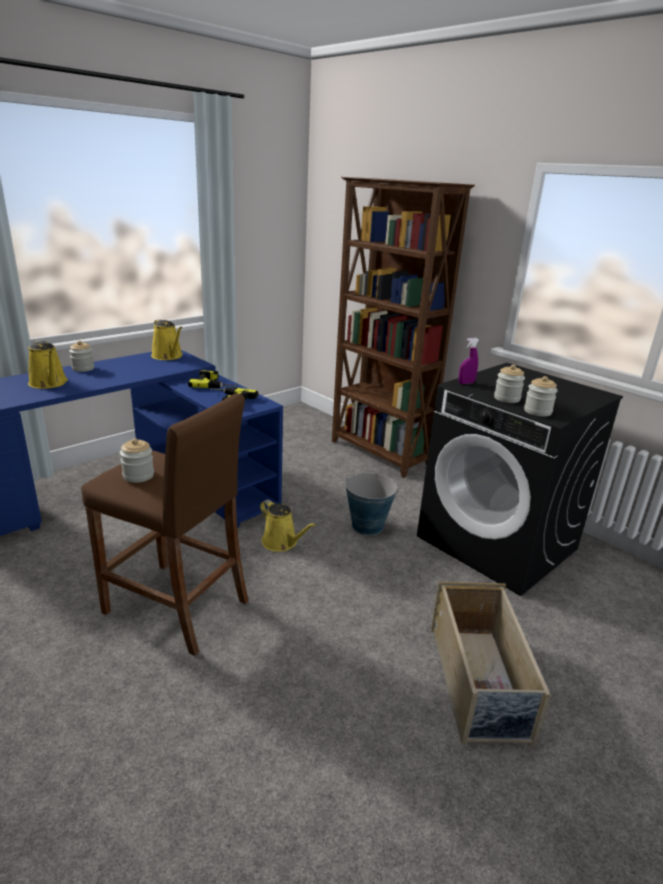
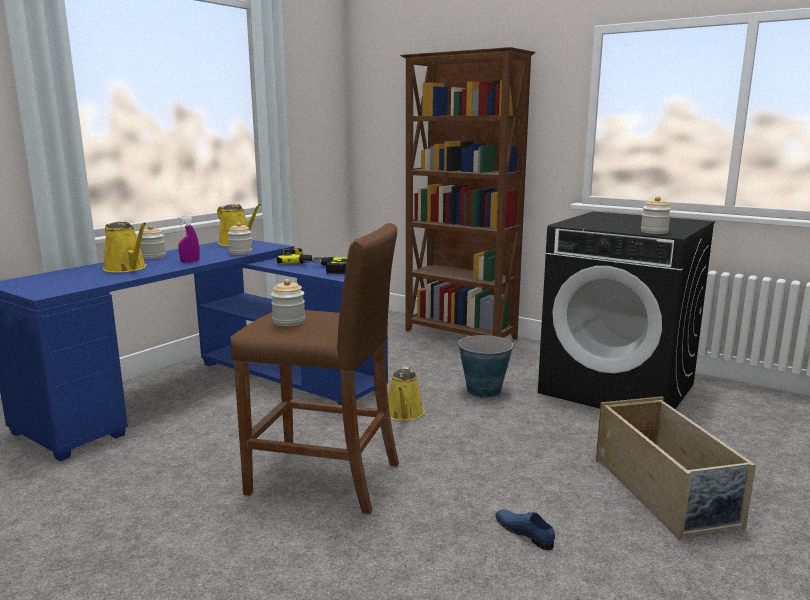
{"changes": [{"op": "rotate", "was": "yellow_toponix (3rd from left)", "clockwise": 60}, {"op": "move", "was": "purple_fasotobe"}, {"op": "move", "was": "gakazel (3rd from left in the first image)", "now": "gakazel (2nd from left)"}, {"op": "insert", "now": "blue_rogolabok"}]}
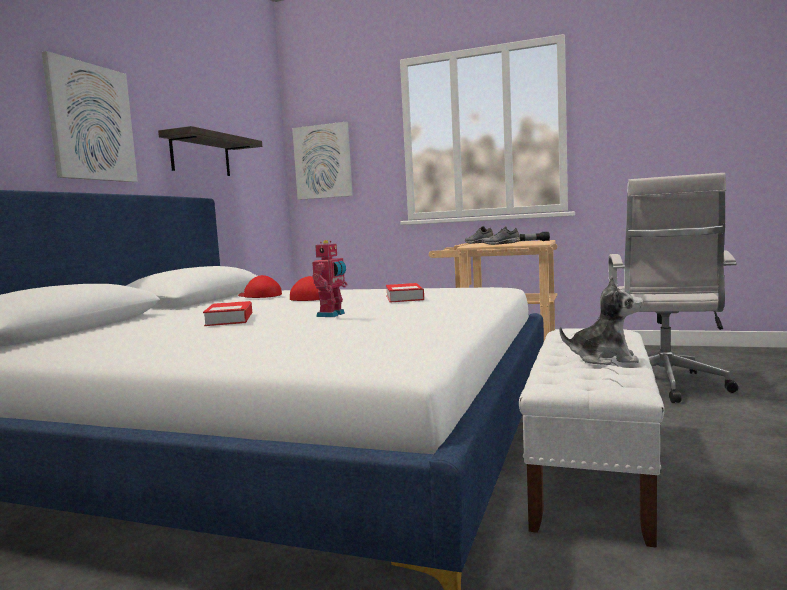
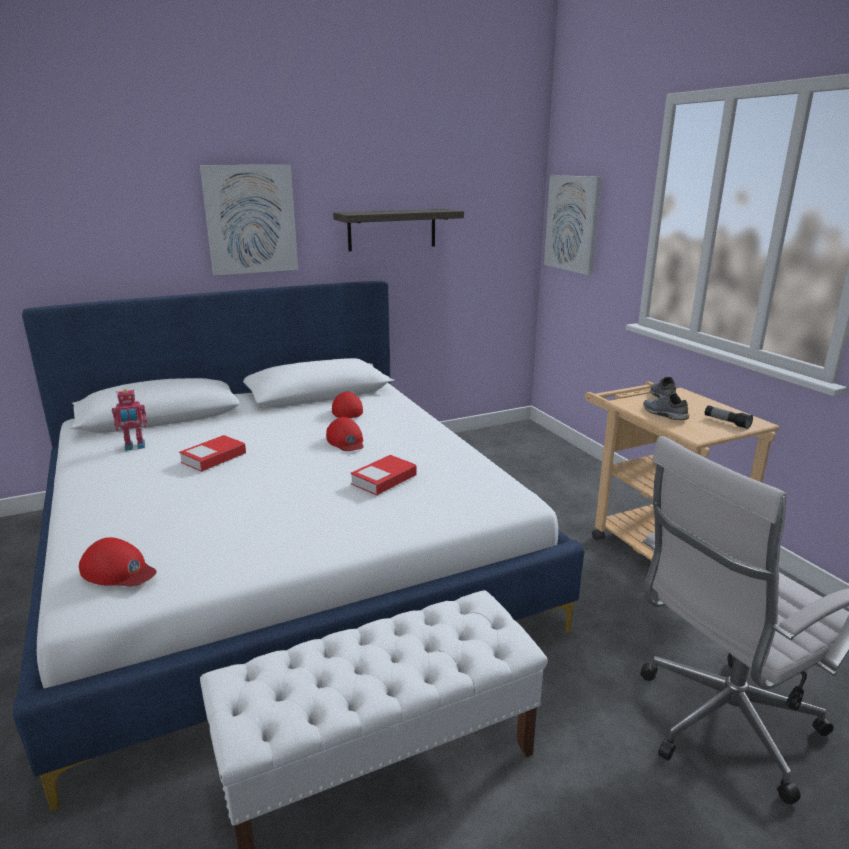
{"changes": [{"op": "move", "was": "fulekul"}, {"op": "delete", "was": "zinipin"}, {"op": "insert", "now": "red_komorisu (1st from left)"}]}
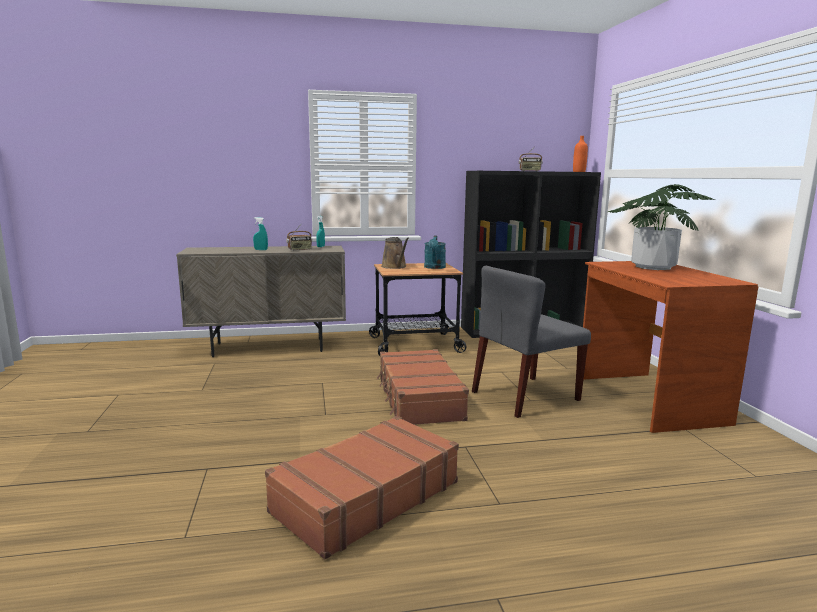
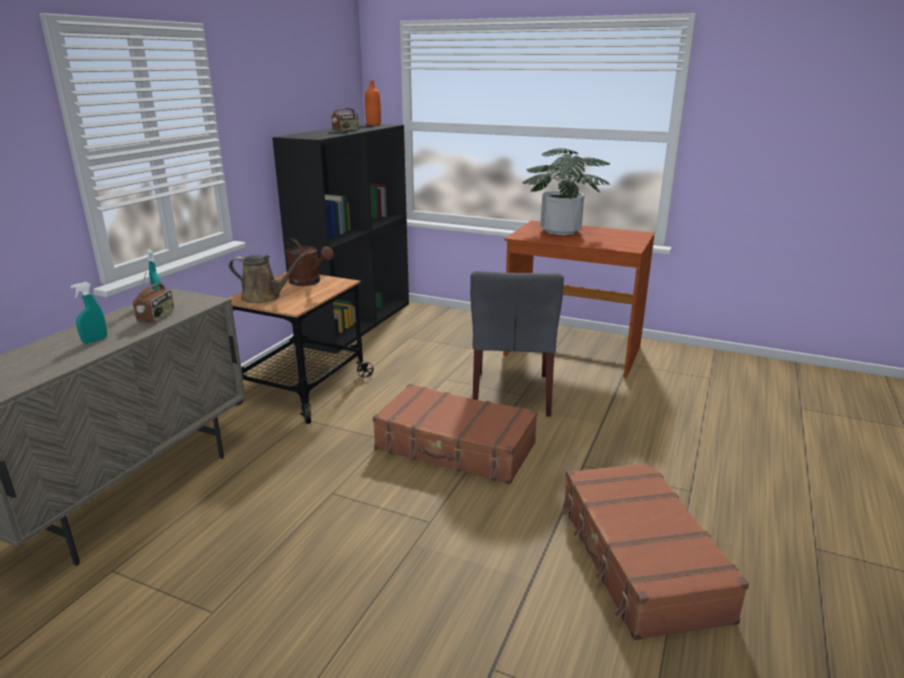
{"changes": [{"op": "recolor", "was": "turquoise_toponix", "now": "brown_toponix (2nd from left)"}]}
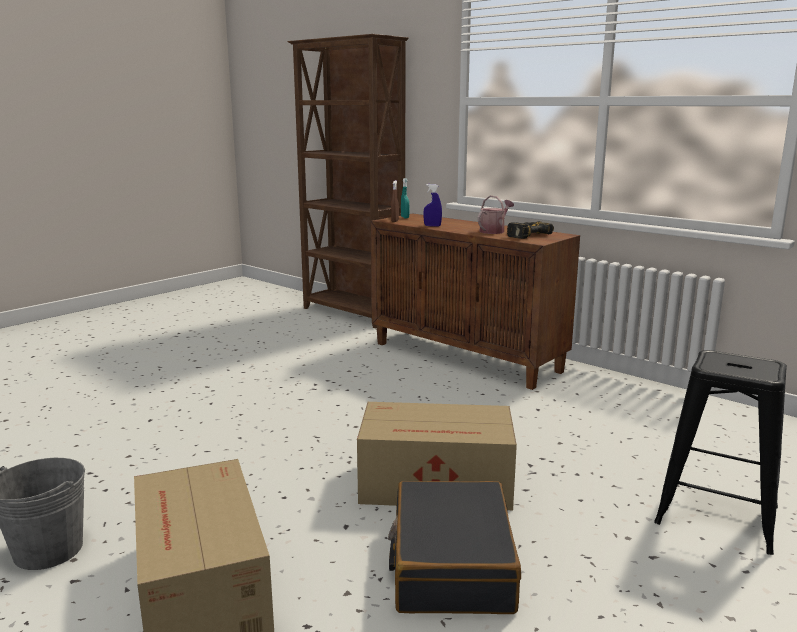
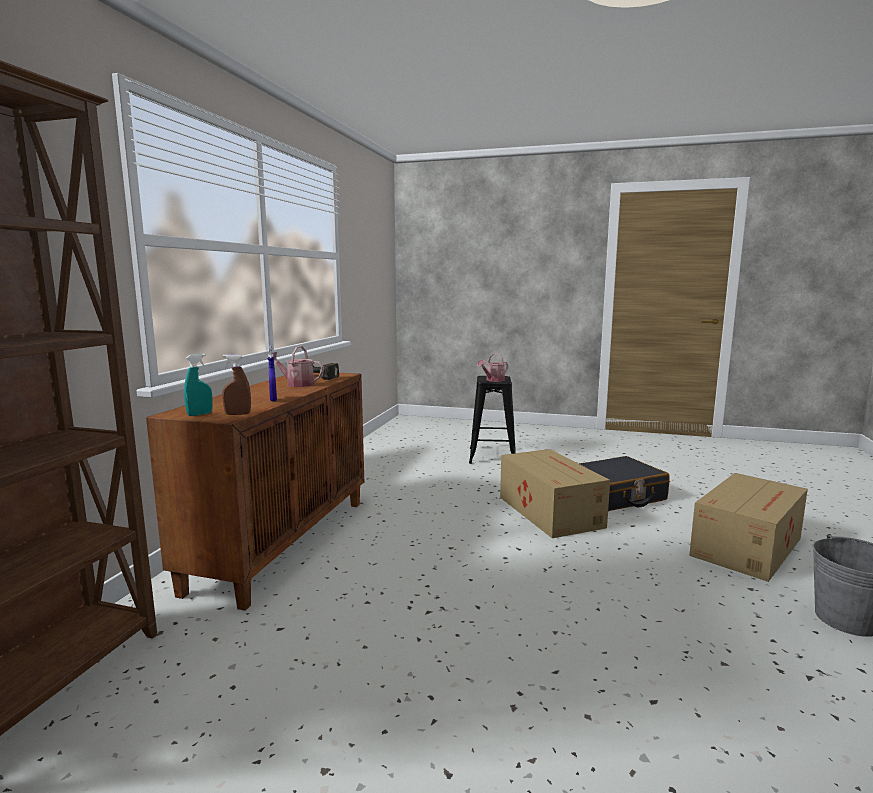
{"changes": [{"op": "insert", "now": "toponix (2nd from left)"}]}
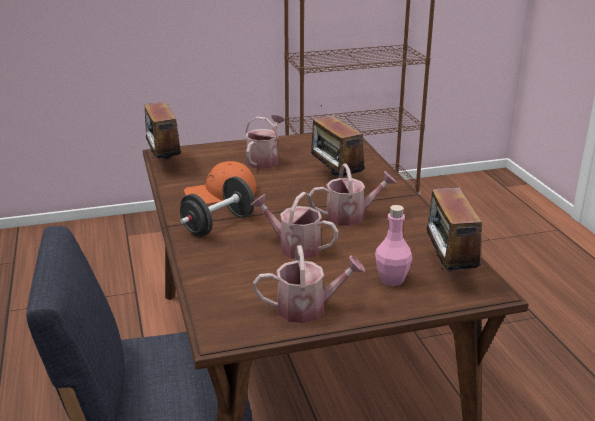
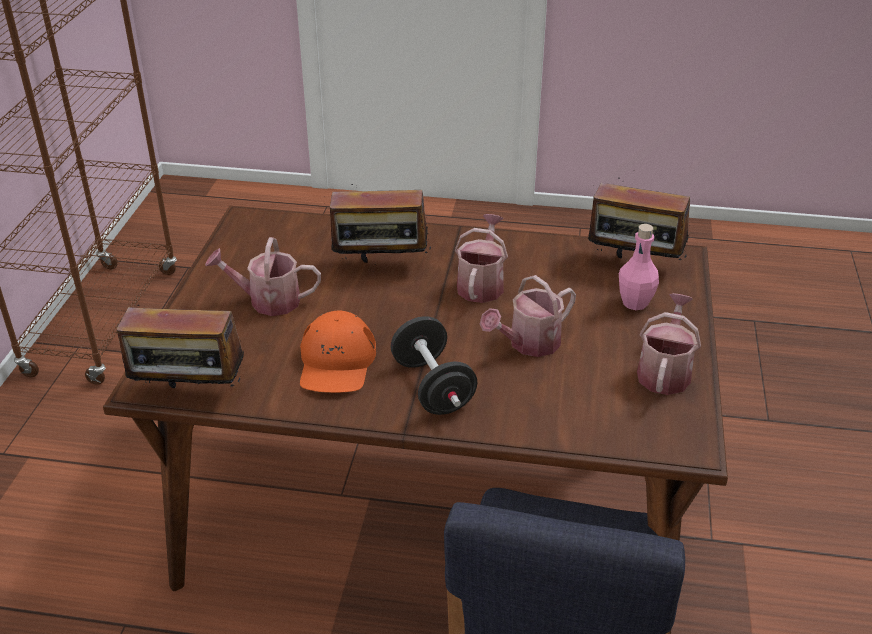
{"changes": [{"op": "rotate", "was": "toponix (1st from left)", "clockwise": -45}]}
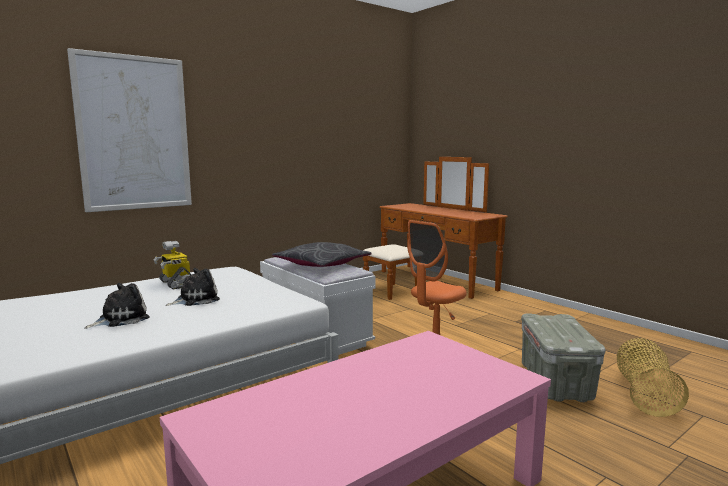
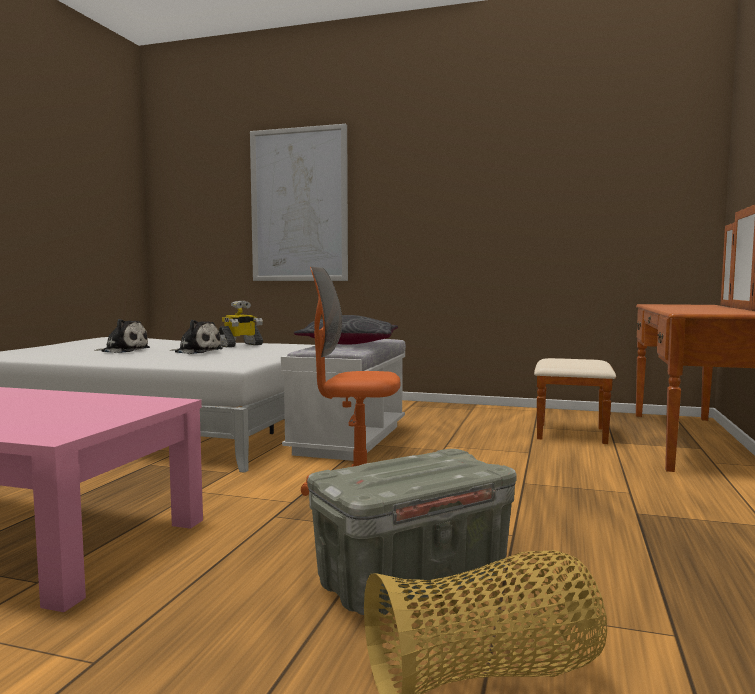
{"changes": [{"op": "rotate", "was": "fulekul", "clockwise": -150}]}
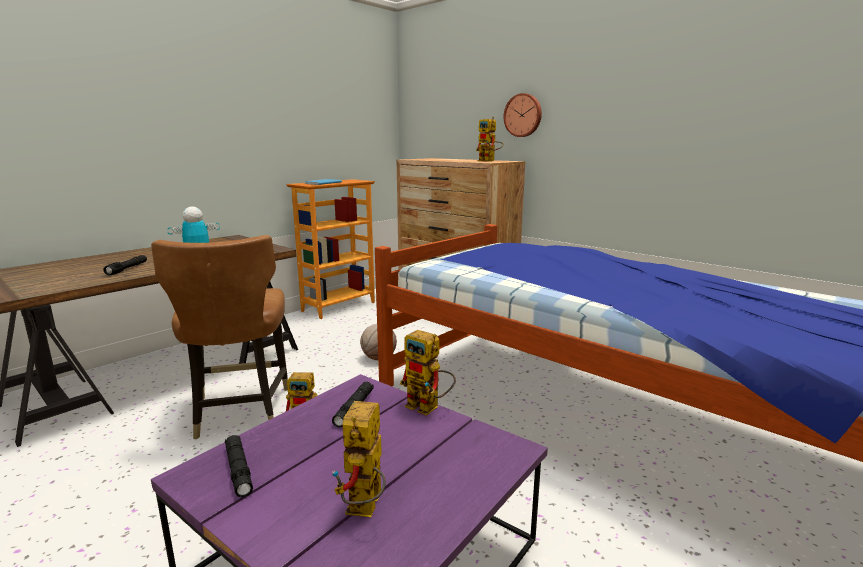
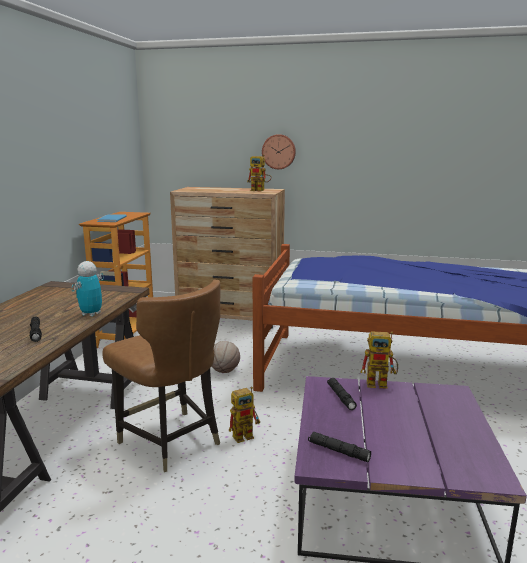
{"changes": [{"op": "delete", "was": "fulekul (3rd from left)"}]}
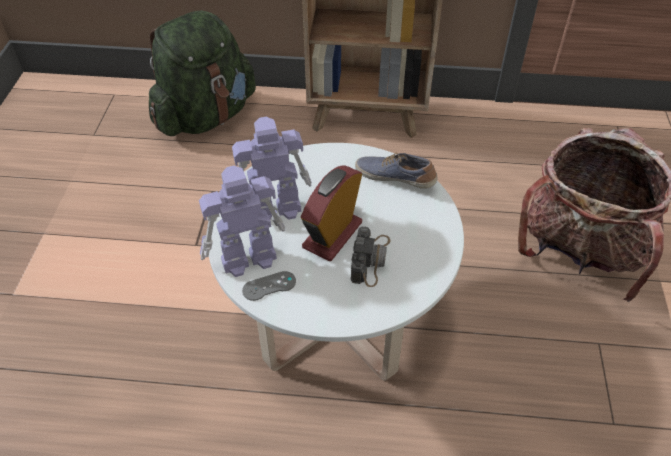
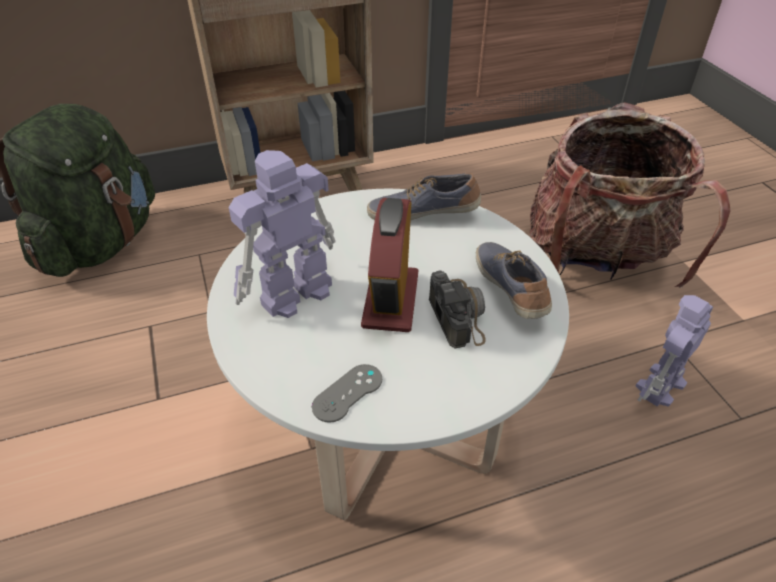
{"changes": [{"op": "move", "was": "fulekul (1st from left in the first image)", "now": "fulekul (2nd from left)"}, {"op": "insert", "now": "rogolabok (2nd from left)"}]}
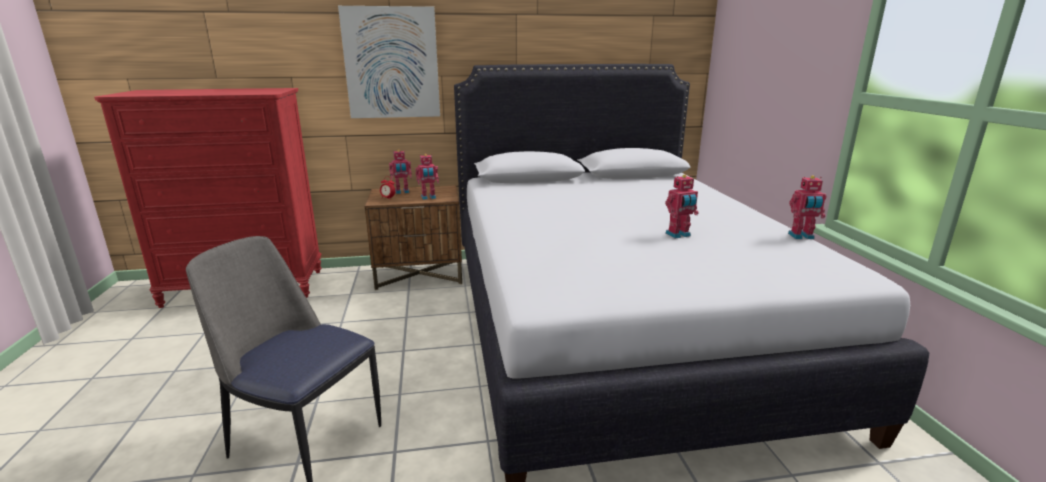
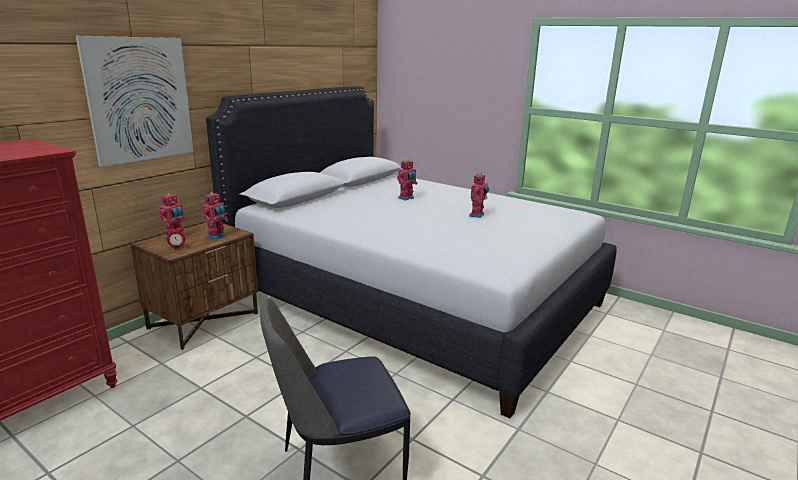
{"changes": [{"op": "move", "was": "fulekul (4th from left in the first image)", "now": "fulekul (3rd from left)"}]}
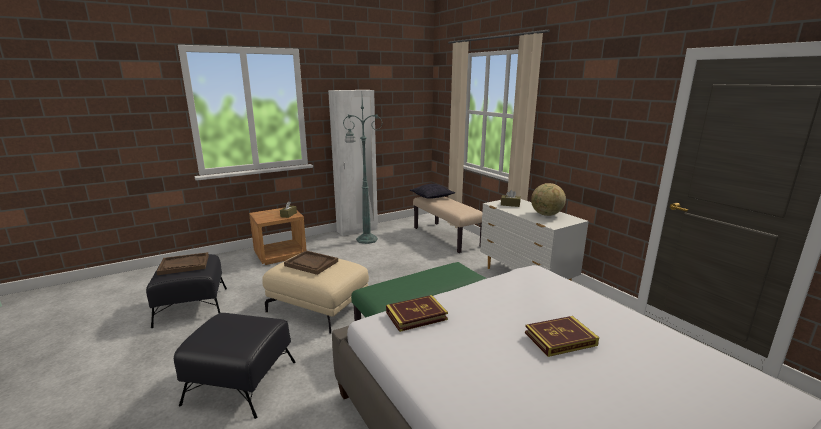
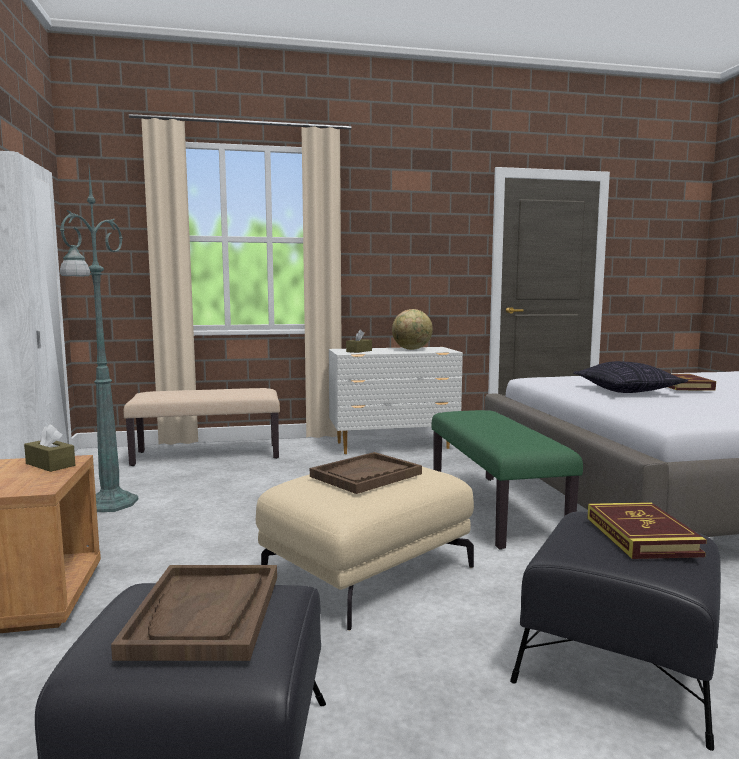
{"changes": [{"op": "move", "was": "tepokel (1st from left)"}, {"op": "move", "was": "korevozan"}]}
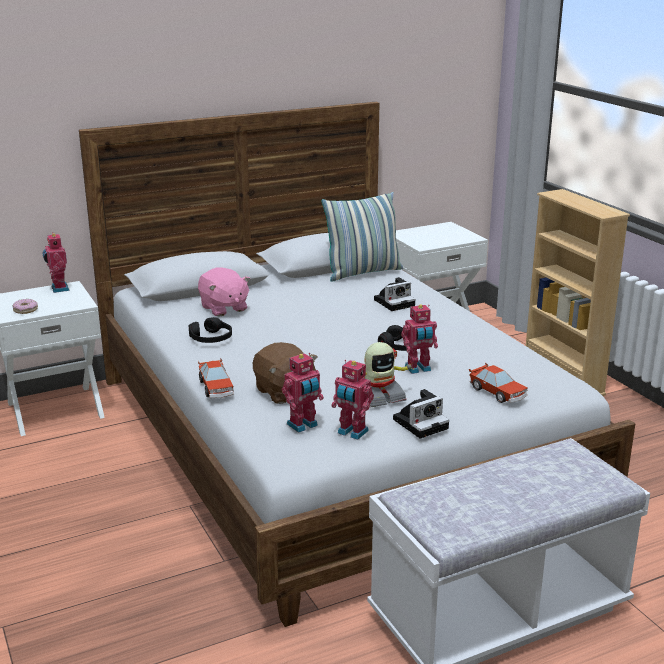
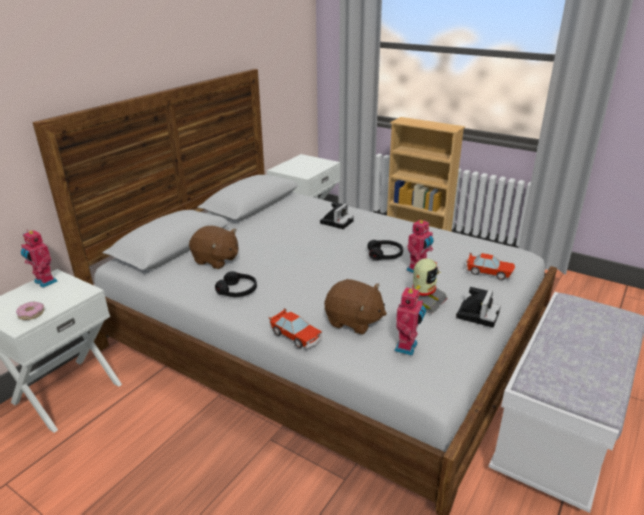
{"changes": [{"op": "recolor", "was": "pink_zinipin", "now": "brown_zinipin (1st from left)"}, {"op": "delete", "was": "korevozan"}, {"op": "delete", "was": "fulekul (3rd from left)"}]}
